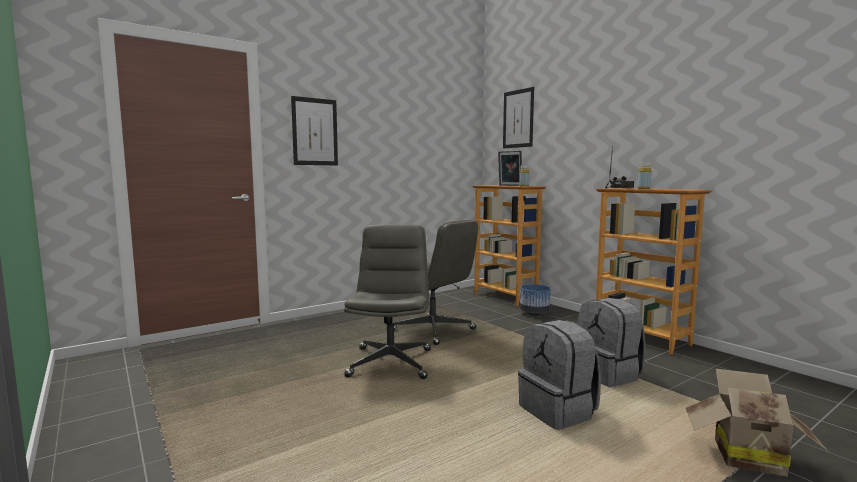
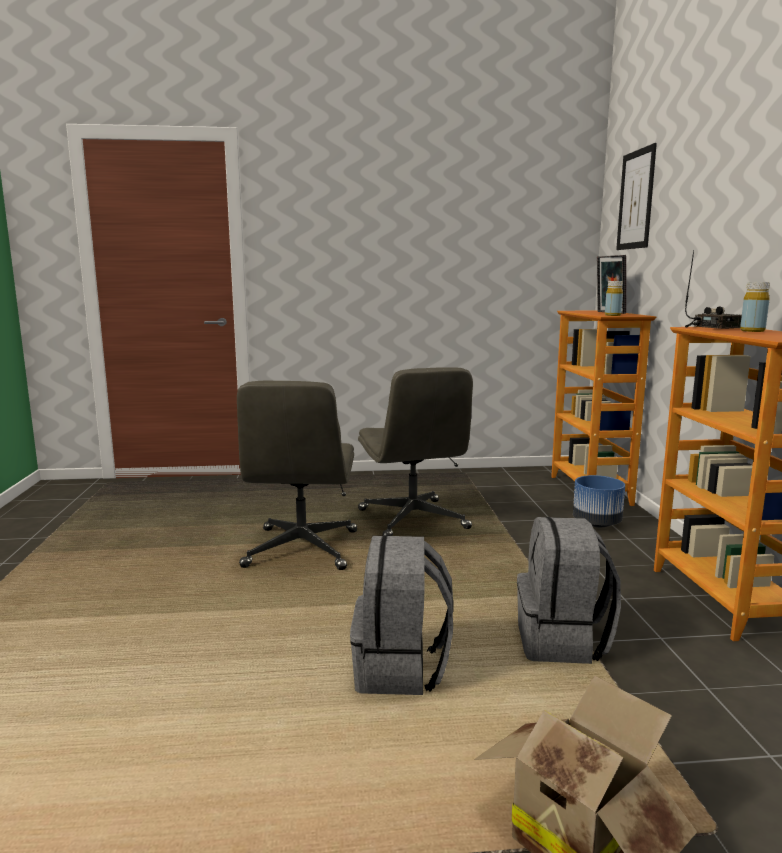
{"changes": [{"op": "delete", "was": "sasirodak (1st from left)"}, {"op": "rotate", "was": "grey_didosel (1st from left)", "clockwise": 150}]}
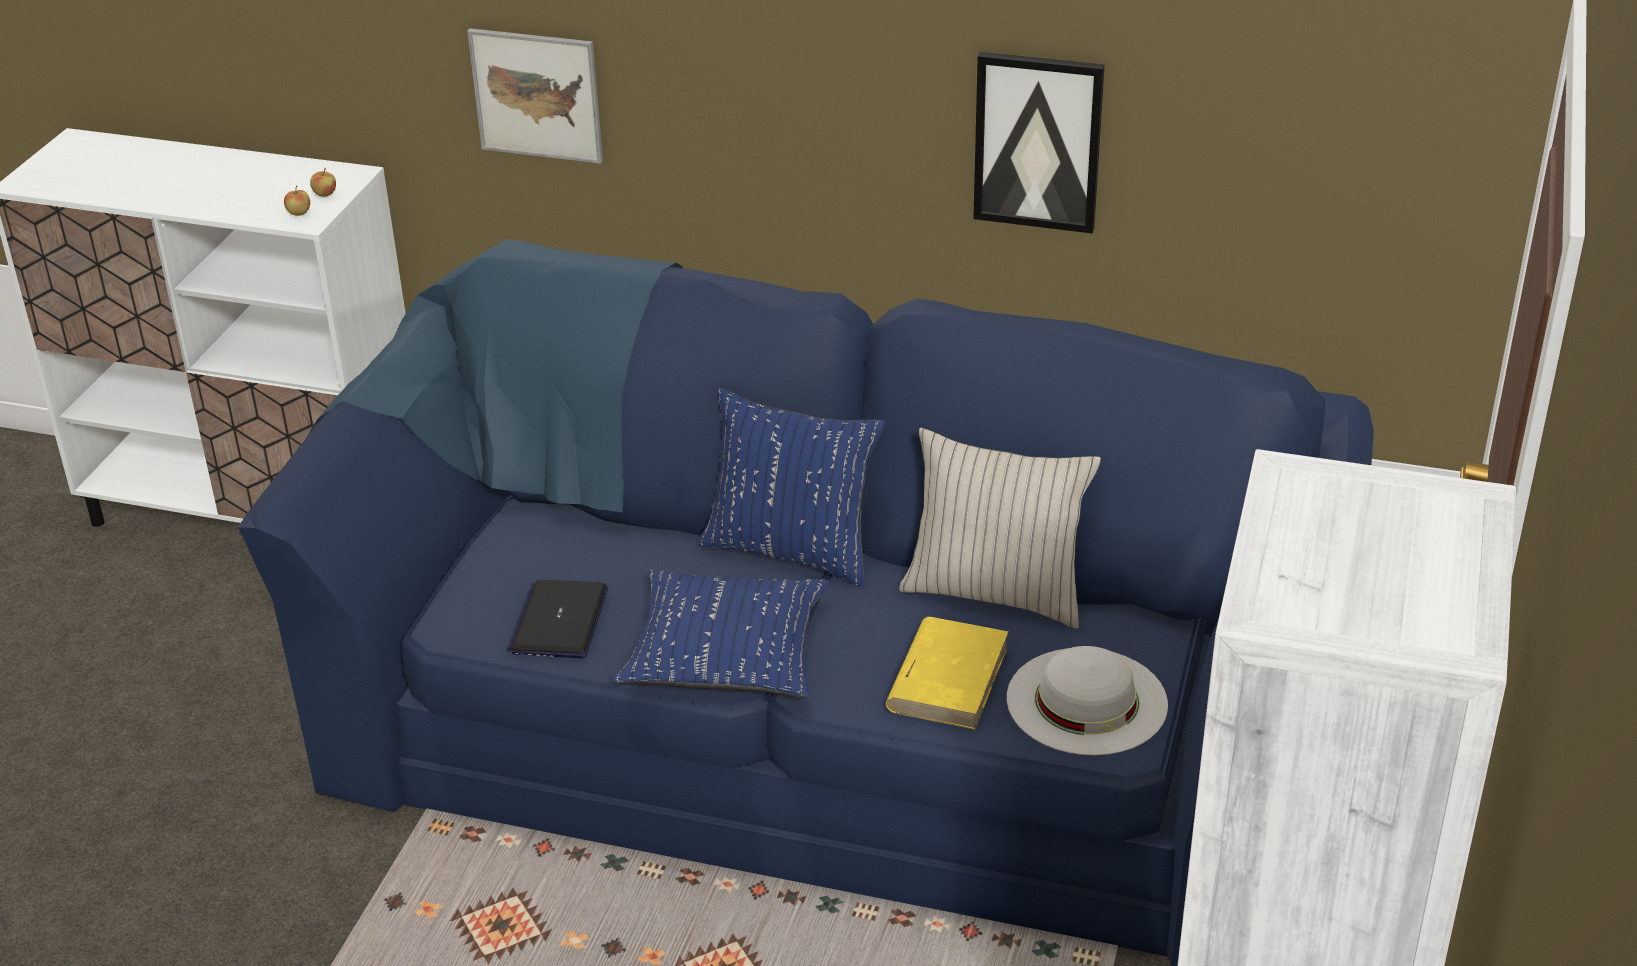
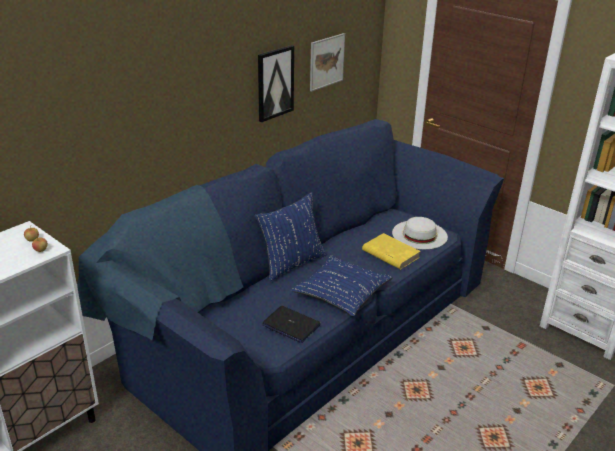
{"changes": [{"op": "move", "was": "sasirodak (1st from left in the first image)", "now": "sasirodak (2nd from left)"}, {"op": "delete", "was": "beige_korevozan"}]}
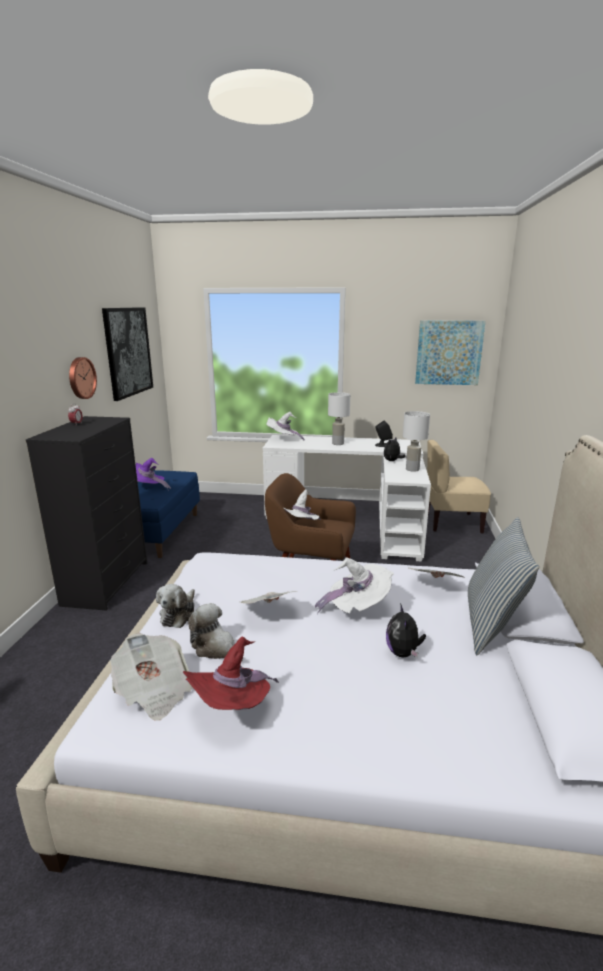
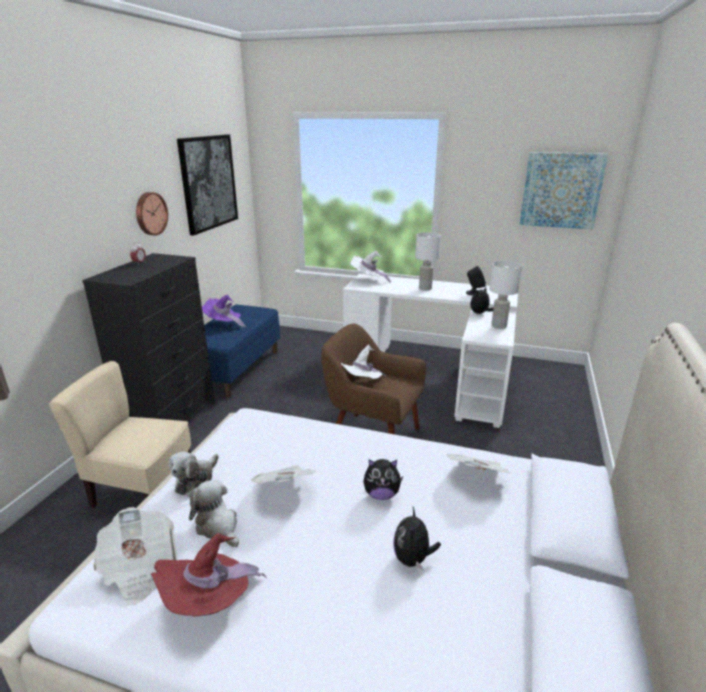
{"changes": [{"op": "replace", "was": "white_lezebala (3rd from left)", "now": "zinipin (3rd from left)"}, {"op": "move", "was": "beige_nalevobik"}, {"op": "delete", "was": "korevozan"}]}
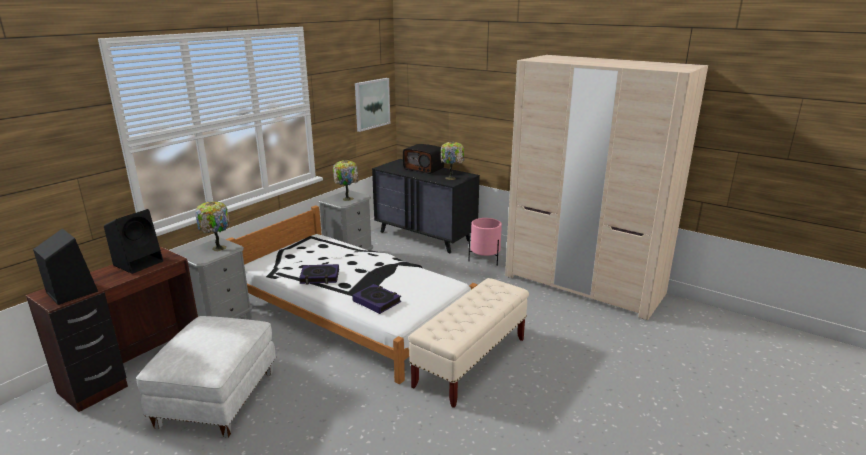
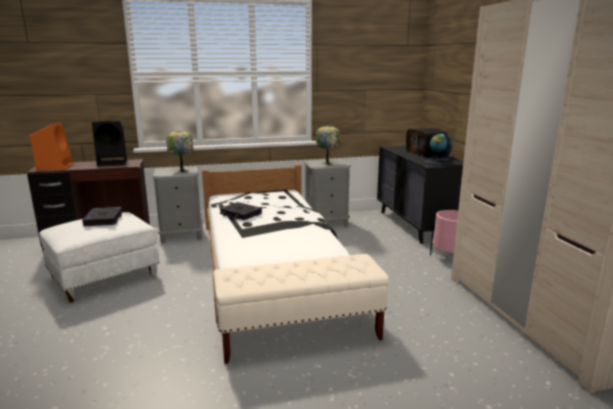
{"changes": [{"op": "recolor", "was": "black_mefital (1st from left)", "now": "orange_mefital"}, {"op": "move", "was": "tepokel (2nd from left in the first image)", "now": "tepokel (1st from left)"}, {"op": "delete", "was": "sasirodak"}, {"op": "replace", "was": "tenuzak (3rd from left)", "now": "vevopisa"}]}
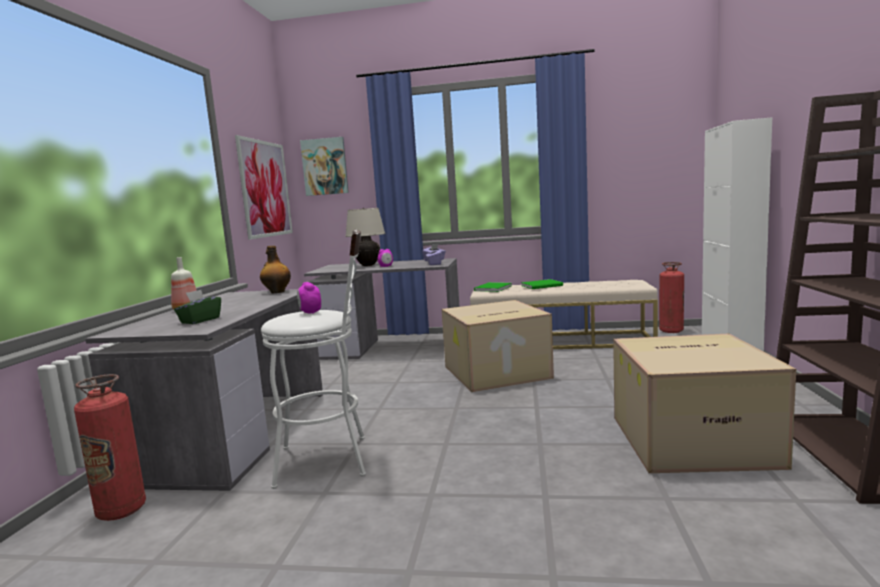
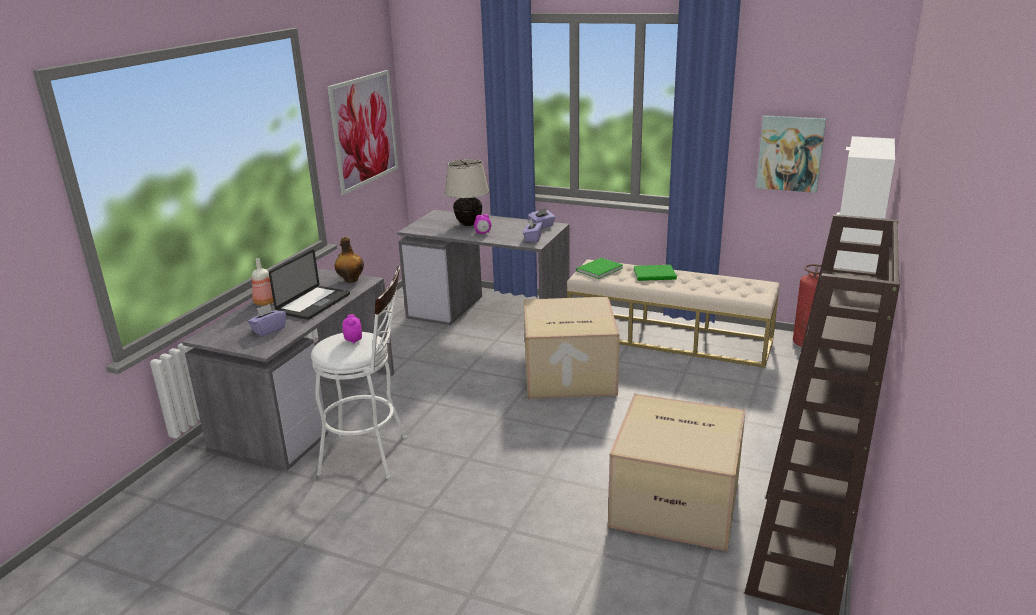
{"changes": [{"op": "delete", "was": "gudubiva (1st from left)"}, {"op": "recolor", "was": "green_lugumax", "now": "purple_lugumax (1st from left)"}, {"op": "move", "was": "sasirodak (2nd from left)"}, {"op": "insert", "now": "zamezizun"}]}
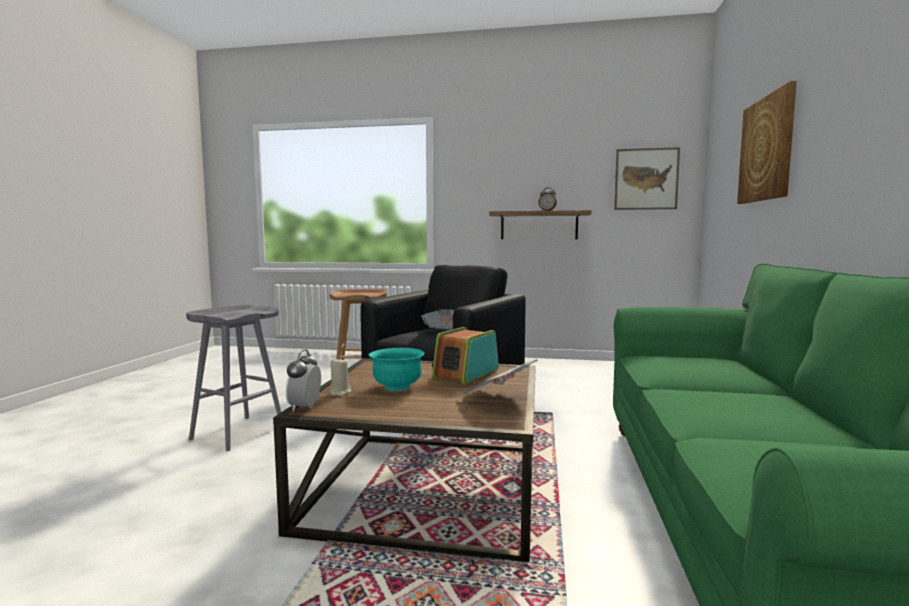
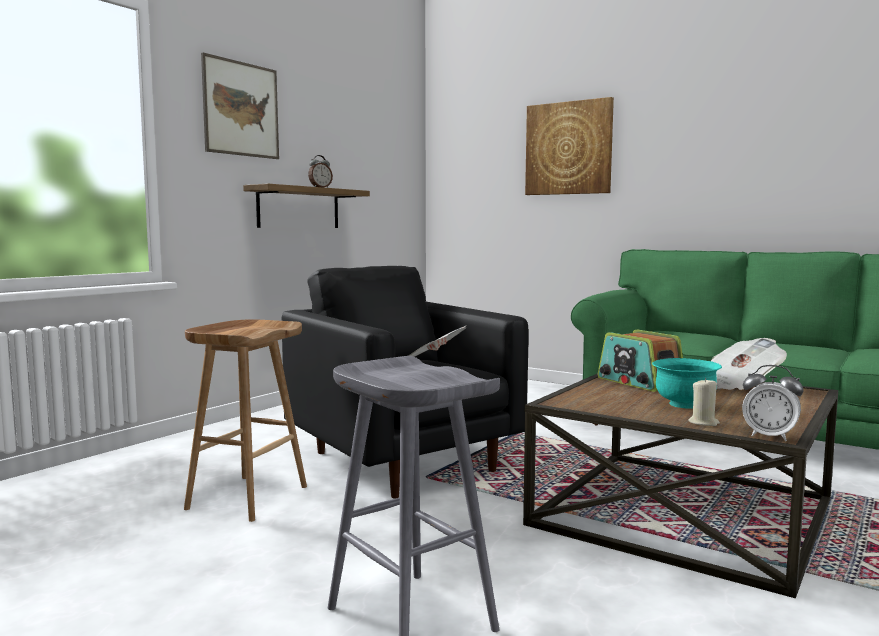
{"changes": [{"op": "move", "was": "sasirodak (1st from left)"}]}
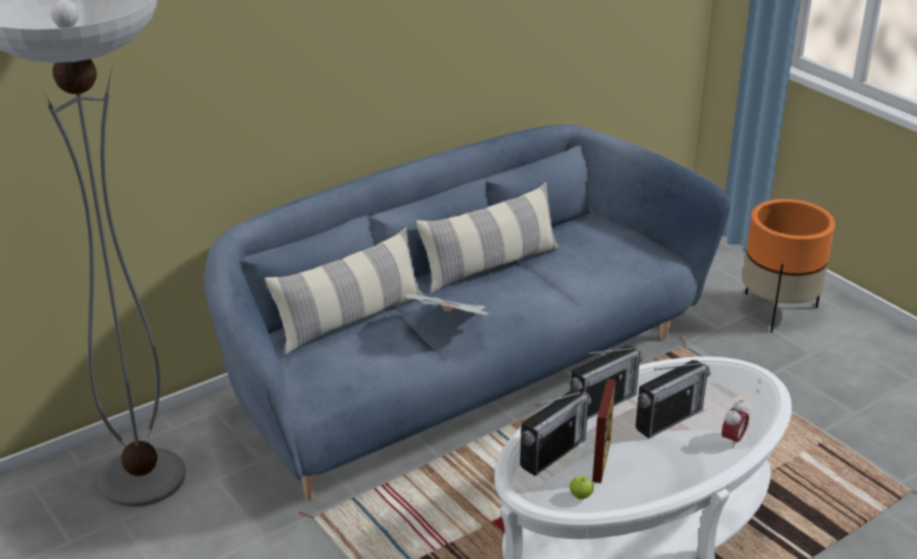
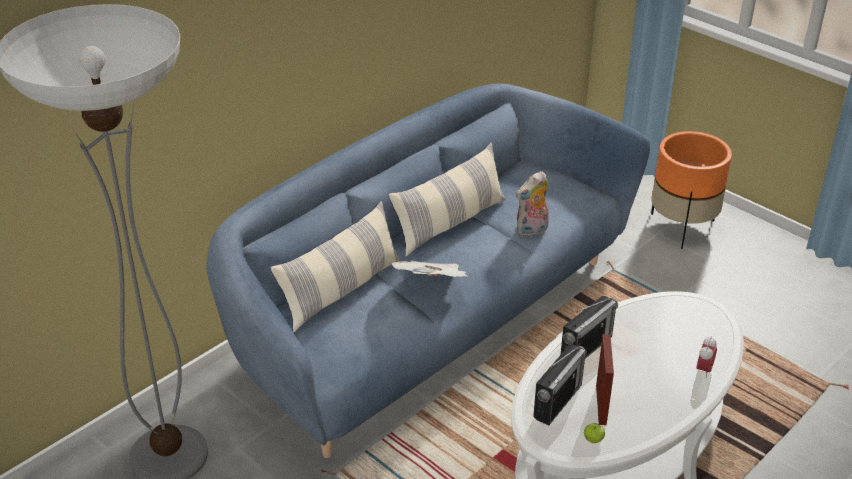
{"changes": [{"op": "delete", "was": "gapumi (3rd from left)"}, {"op": "insert", "now": "zinipin"}]}
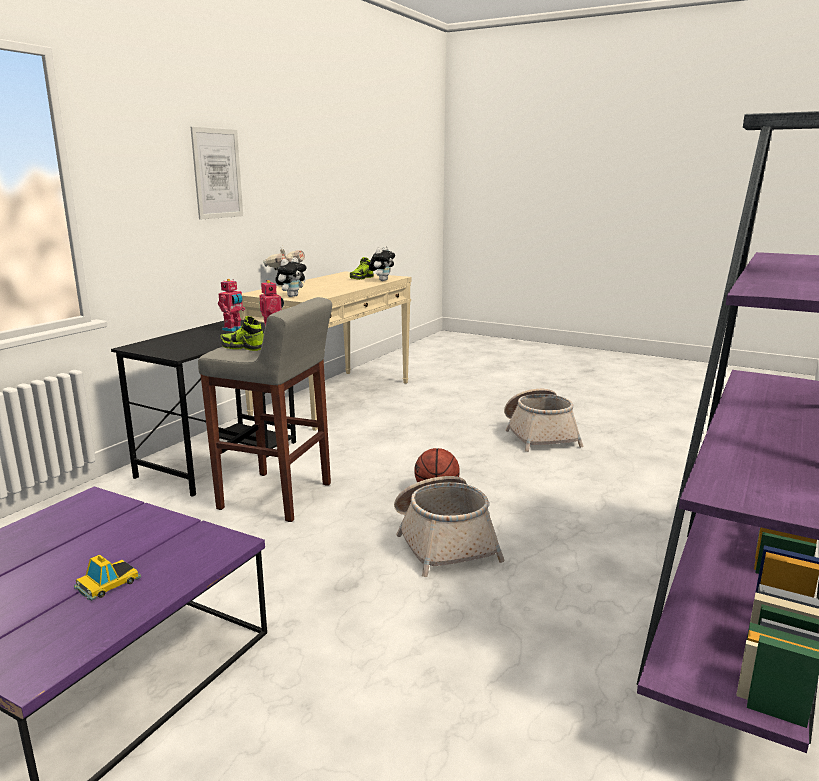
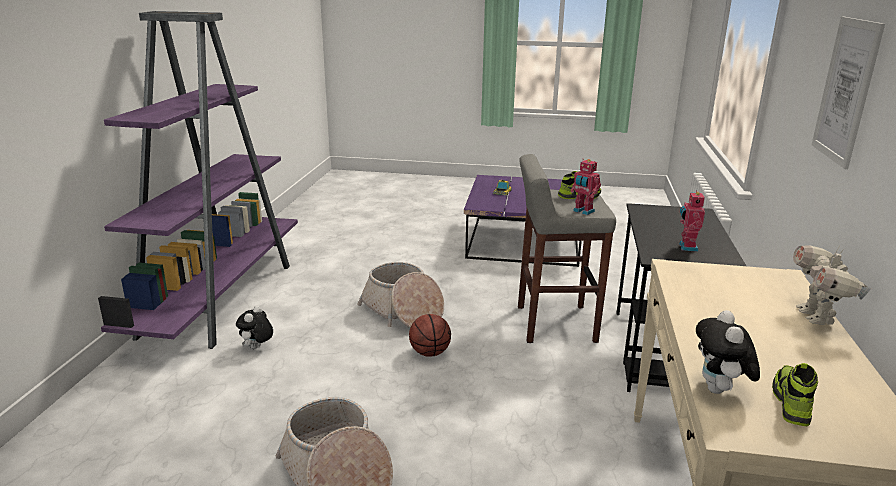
{"changes": [{"op": "move", "was": "zinipin (1st from left)"}]}
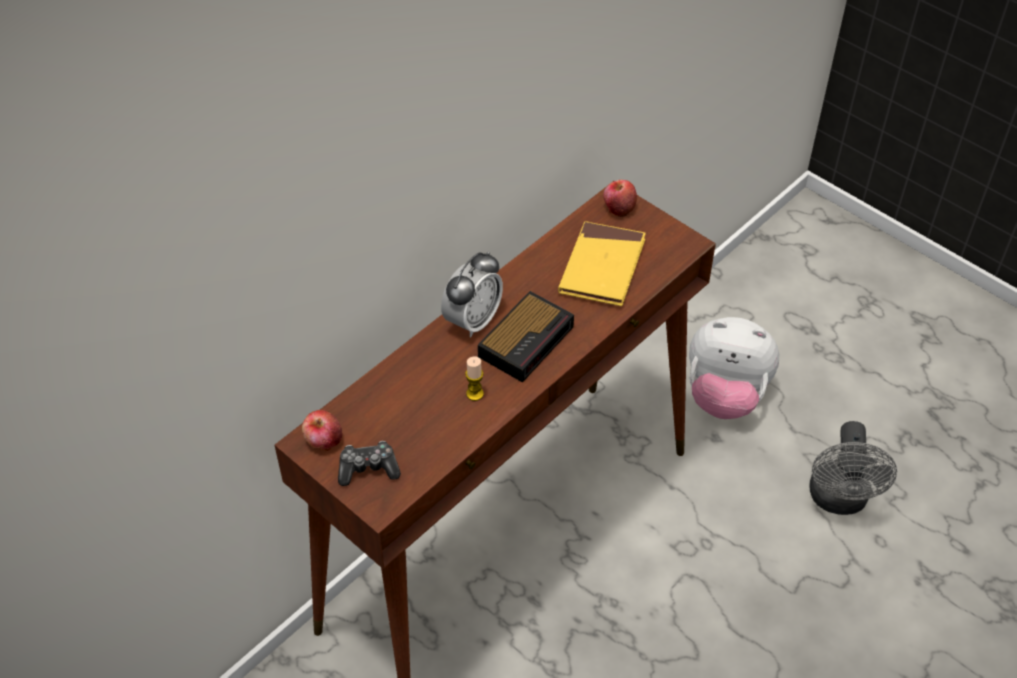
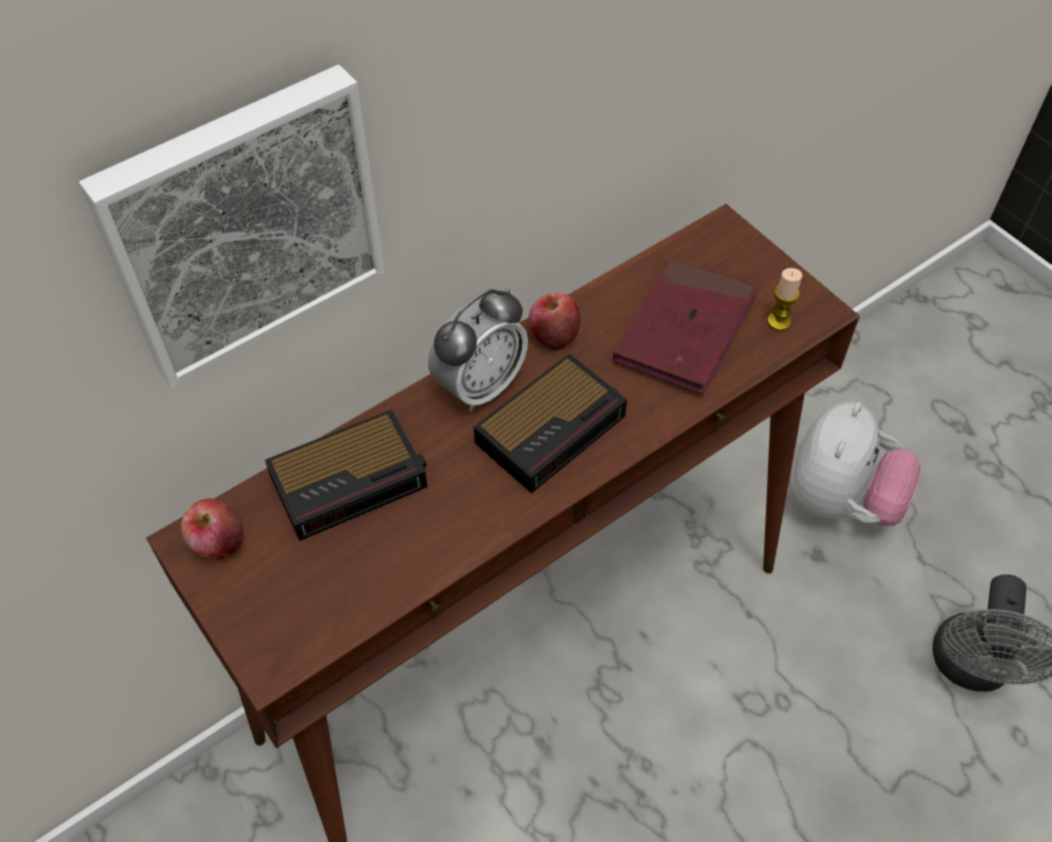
{"changes": [{"op": "delete", "was": "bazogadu"}, {"op": "move", "was": "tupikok"}, {"op": "recolor", "was": "yellow_tepokel", "now": "red_tepokel"}, {"op": "move", "was": "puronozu (2nd from left)"}, {"op": "rotate", "was": "zinipin", "clockwise": -90}, {"op": "insert", "now": "sasirodak"}, {"op": "insert", "now": "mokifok (1st from left)"}]}
